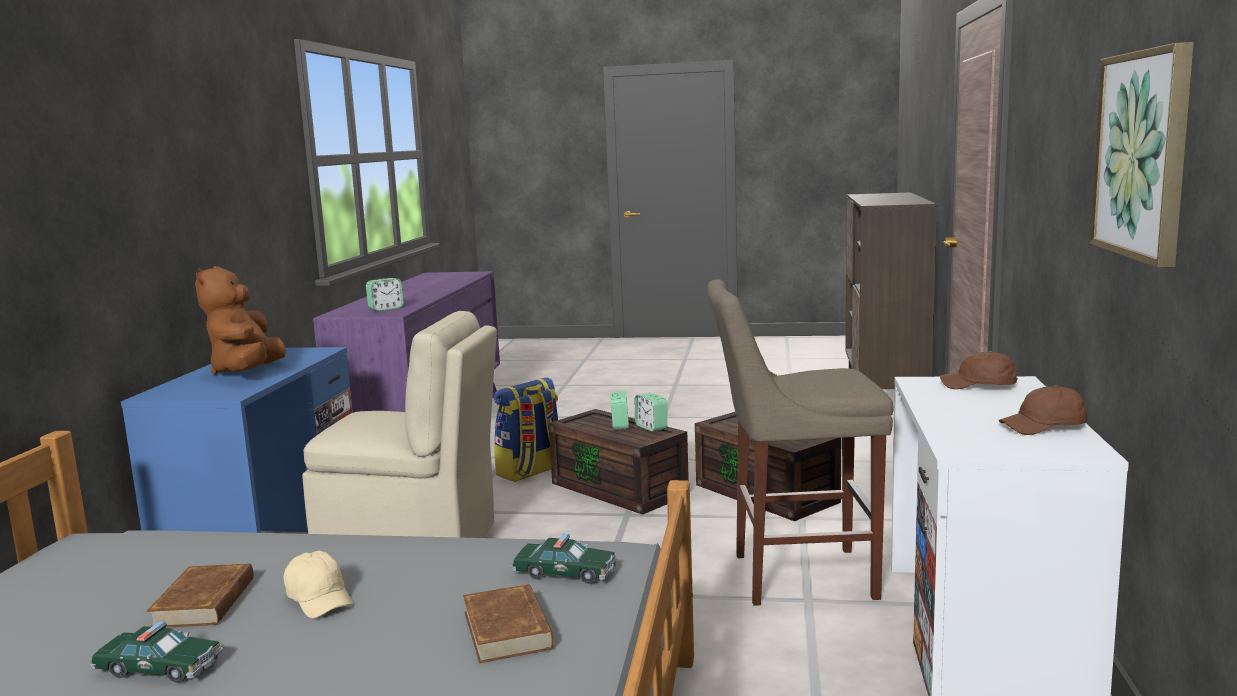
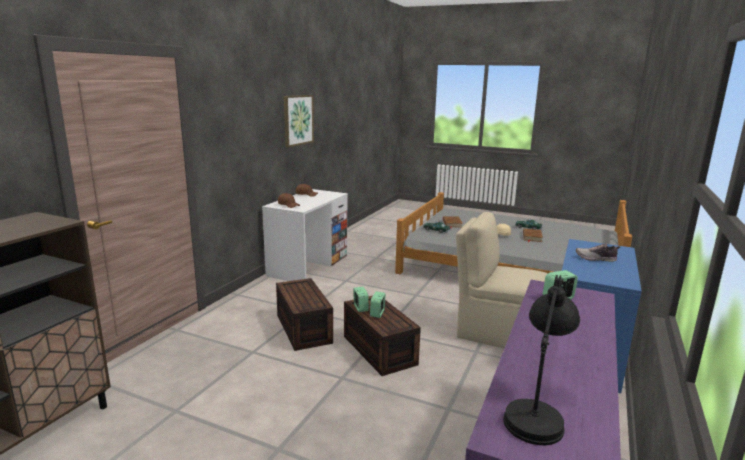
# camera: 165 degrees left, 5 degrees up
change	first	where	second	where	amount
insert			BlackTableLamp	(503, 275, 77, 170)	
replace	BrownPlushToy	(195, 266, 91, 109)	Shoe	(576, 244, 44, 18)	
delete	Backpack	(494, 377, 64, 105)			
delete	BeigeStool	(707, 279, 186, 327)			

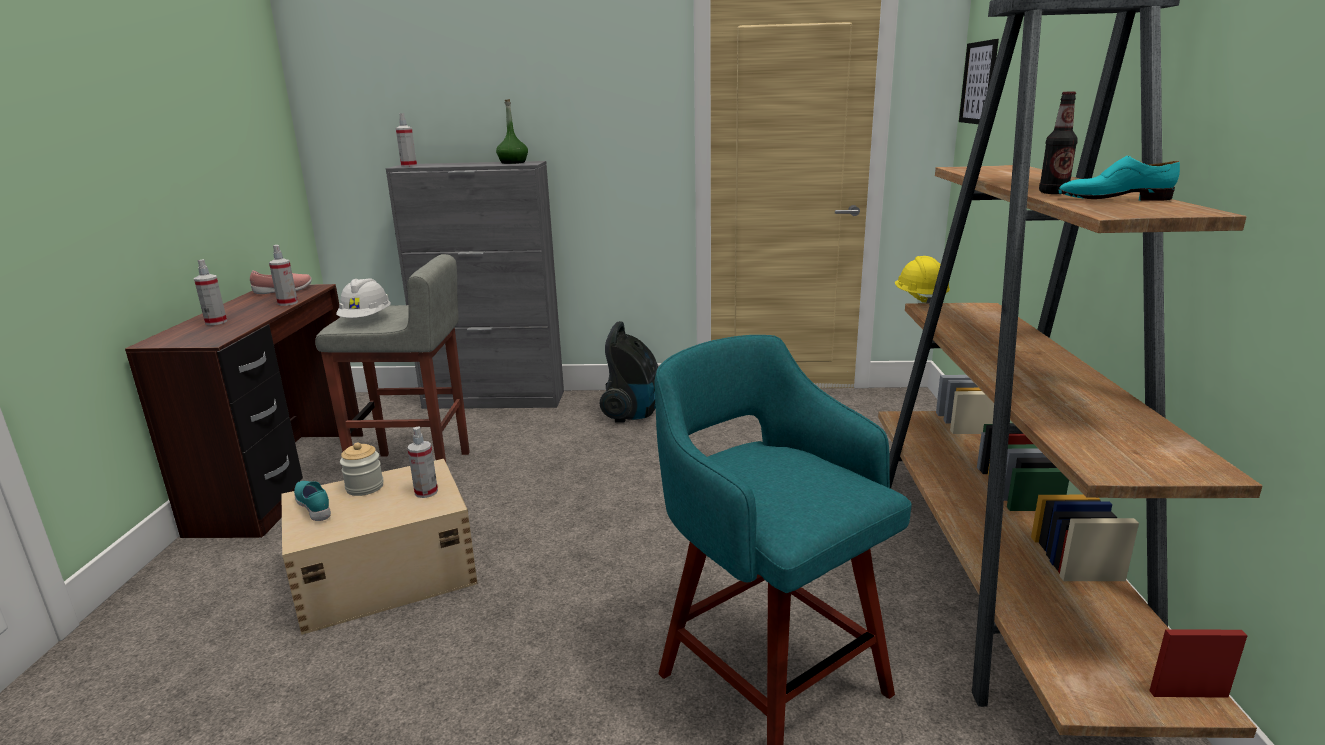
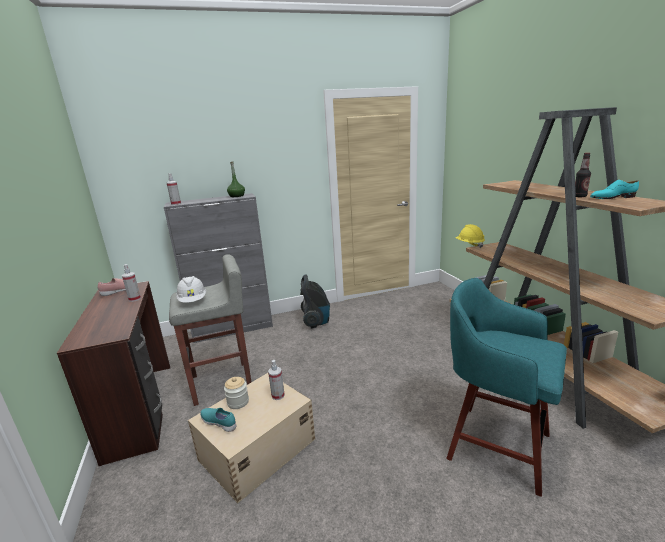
# camera: 20 degrees left, 0 degrees up
change	first	where	second	where	amount
delete	SprayBottle	(194, 259, 33, 66)			
delete	Picture	(959, 39, 40, 85)			

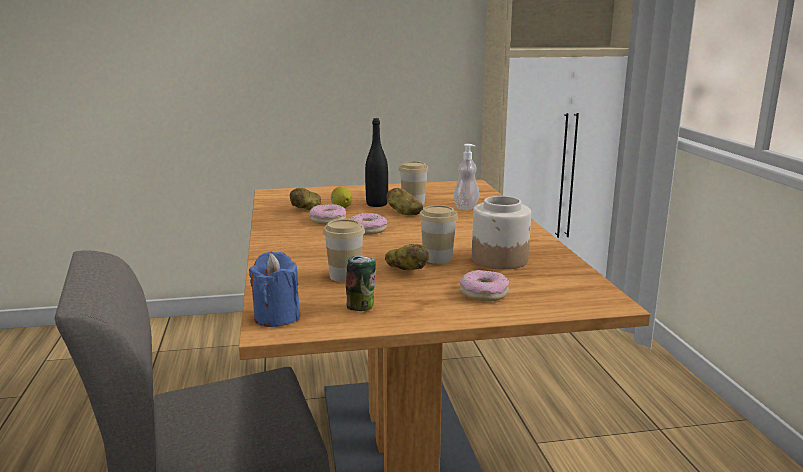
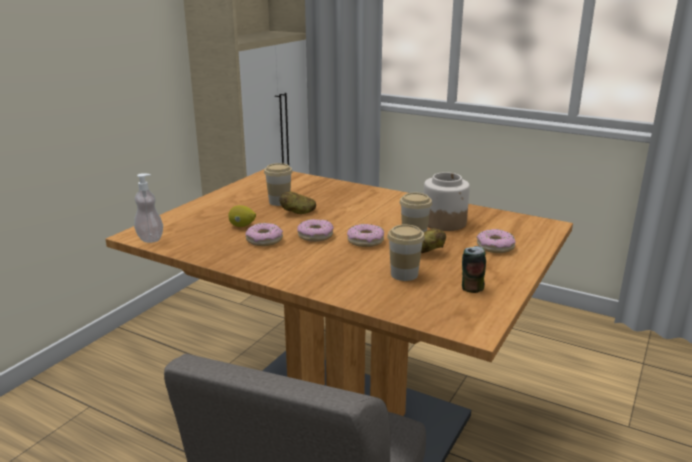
# camera: 50 degrees left, 5 degrees up
change	first	where	second	where	amount
move	SoapDispenser	(454, 144, 25, 66)		(134, 173, 29, 70)	
insert			Donut	(347, 224, 37, 23)	
delete	BlueCandle	(249, 252, 51, 75)			
delete	Potato	(290, 188, 31, 22)			
delete	BlackBottle	(365, 118, 23, 89)			

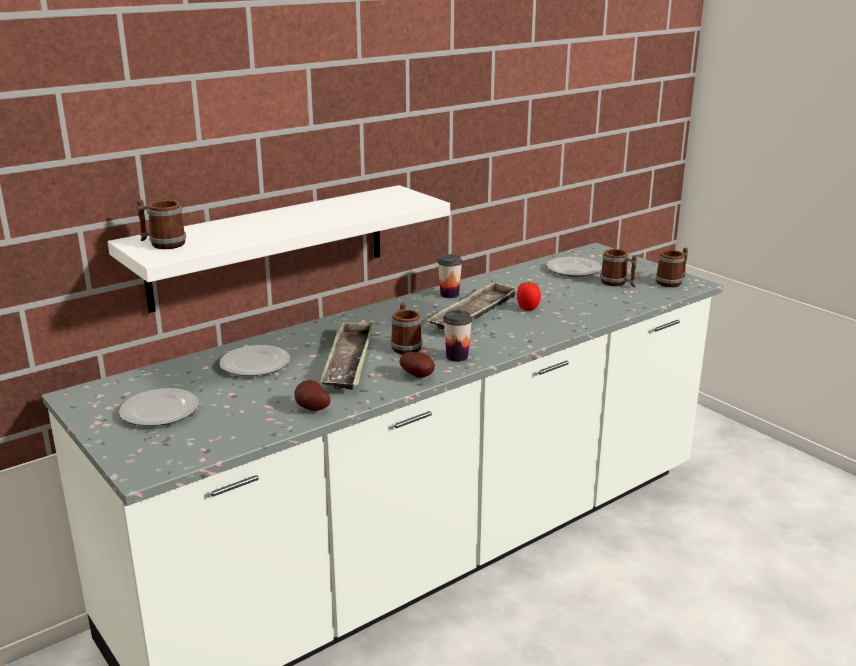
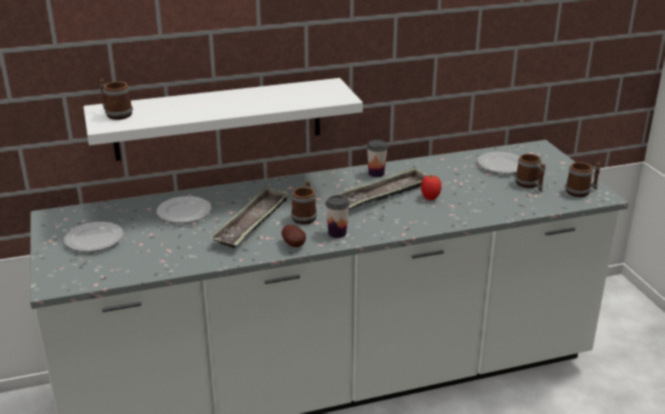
# camera: 20 degrees right, 5 degrees up
change	first	where	second	where	amount
delete	Potato	(295, 380, 36, 31)			

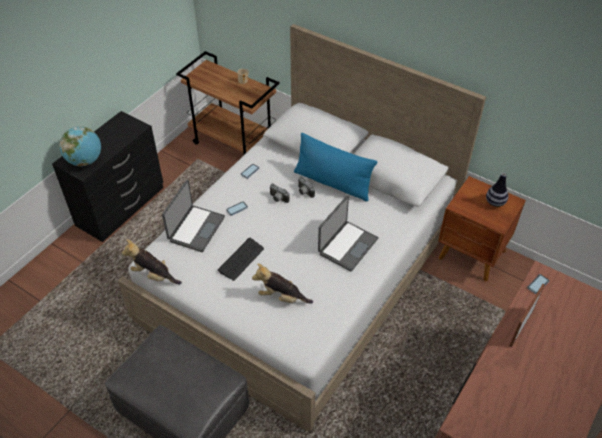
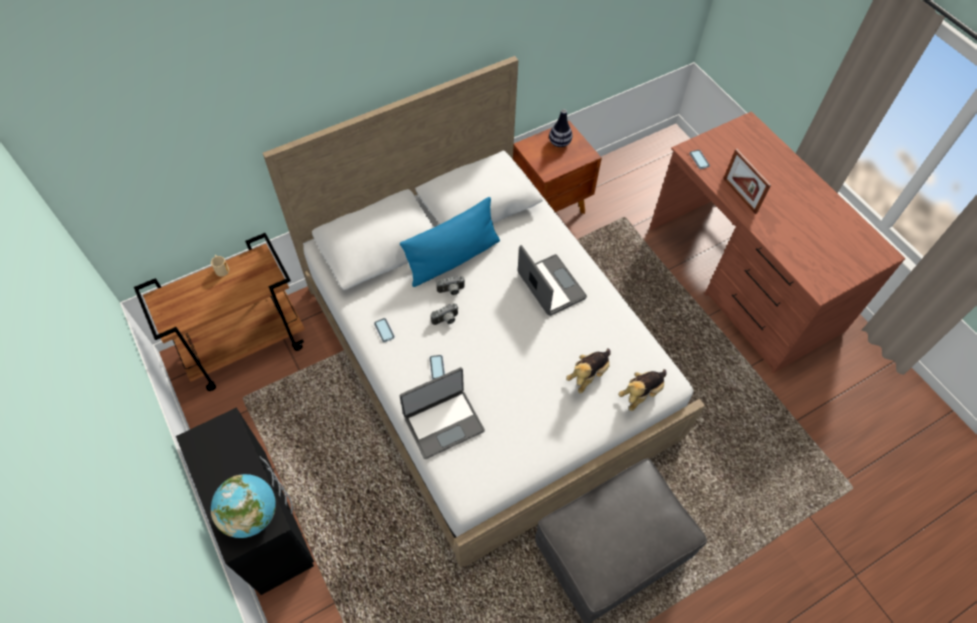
# camera: 65 degrees left, 10 degrees up
change	first	where	second	where	amount
rotate	Laptop	(162, 180, 63, 72)		(400, 367, 85, 92)	105 degrees clockwise
move	PlushToy	(122, 239, 60, 45)		(618, 369, 49, 42)	
delete	Keyboard	(218, 238, 46, 43)			

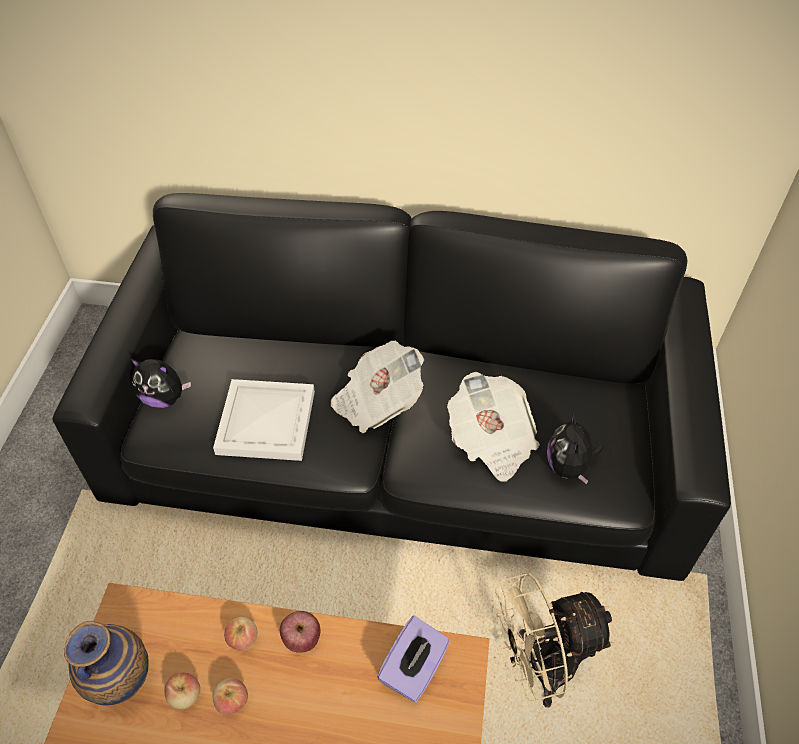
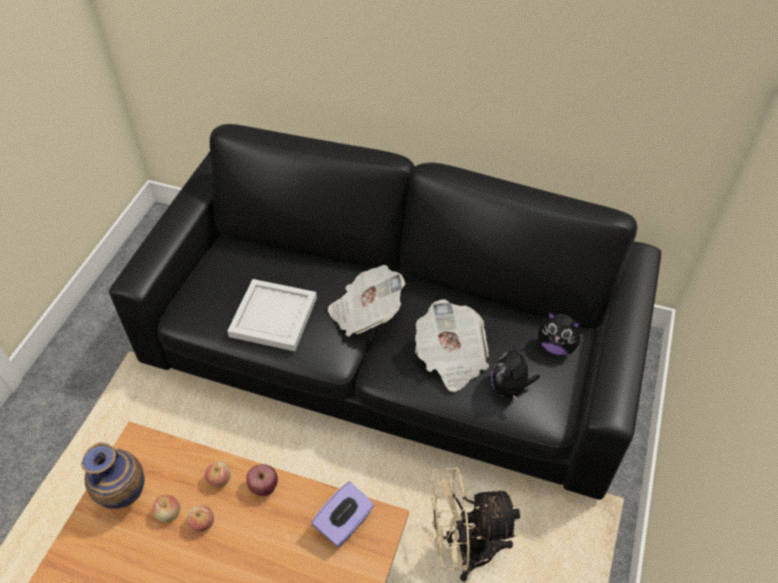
# camera: 10 degrees right, 0 degrees up
change	first	where	second	where	amount
move	PlushToy	(130, 358, 61, 50)		(538, 312, 48, 43)	

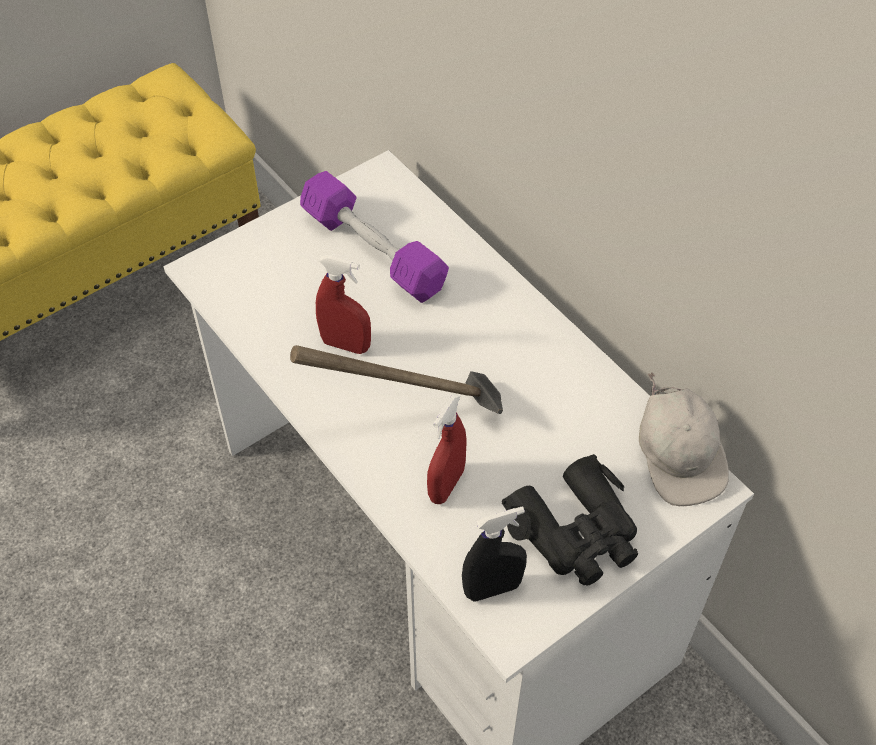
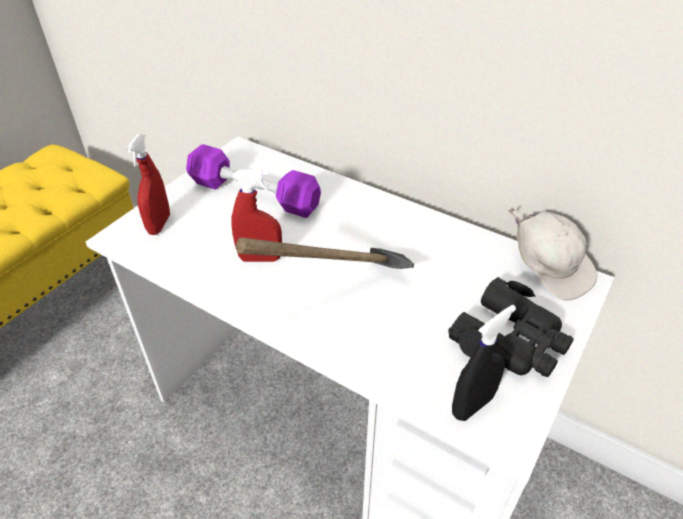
# camera: 20 degrees left, 10 degrees down
change	first	where	second	where	amount
move	RedSprayBottle	(427, 393, 40, 111)		(126, 134, 44, 101)	

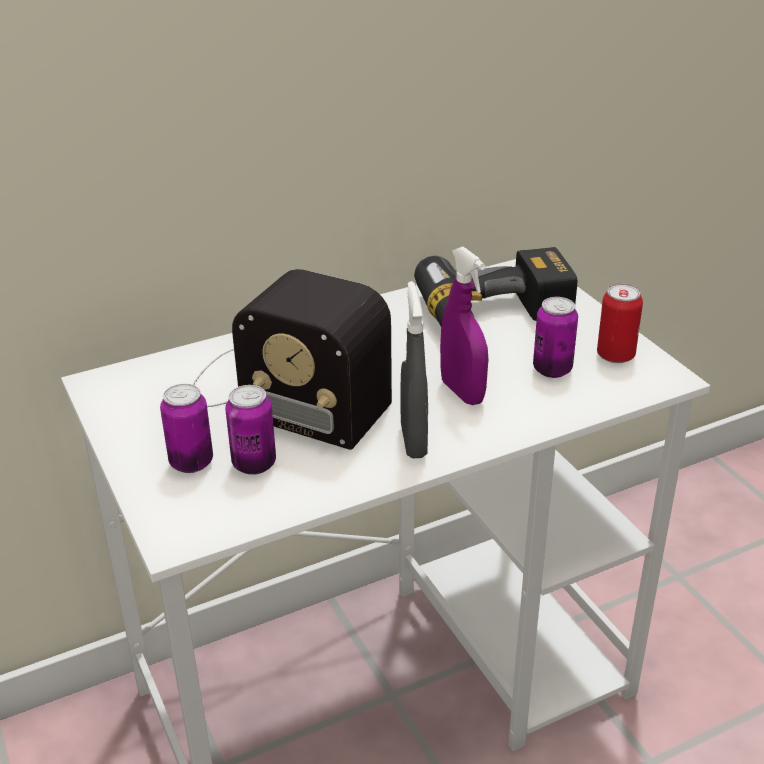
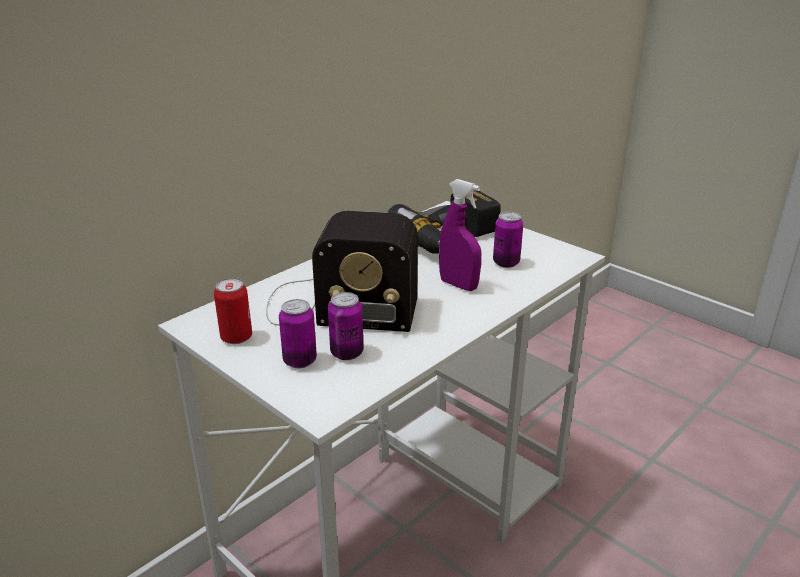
# camera: 20 degrees left, 5 degrees down
change	first	where	second	where	amount
move	Can	(597, 284, 46, 79)		(214, 278, 38, 66)	
delete	GreySprayBottle	(400, 281, 28, 177)			

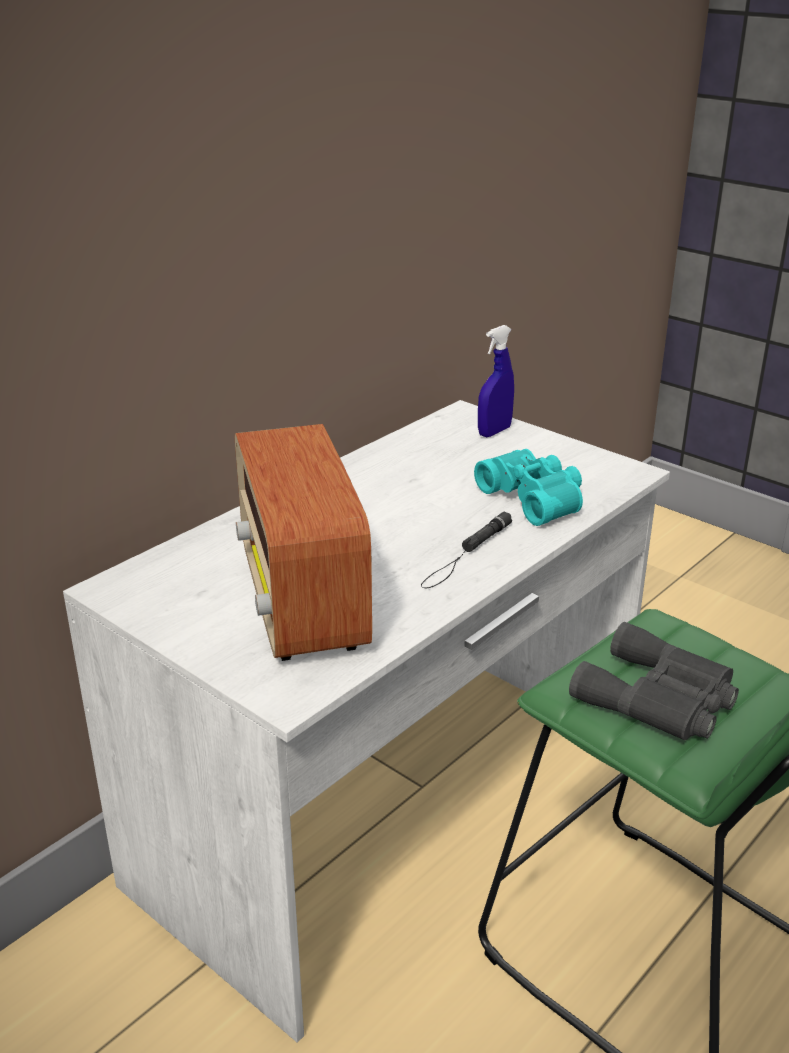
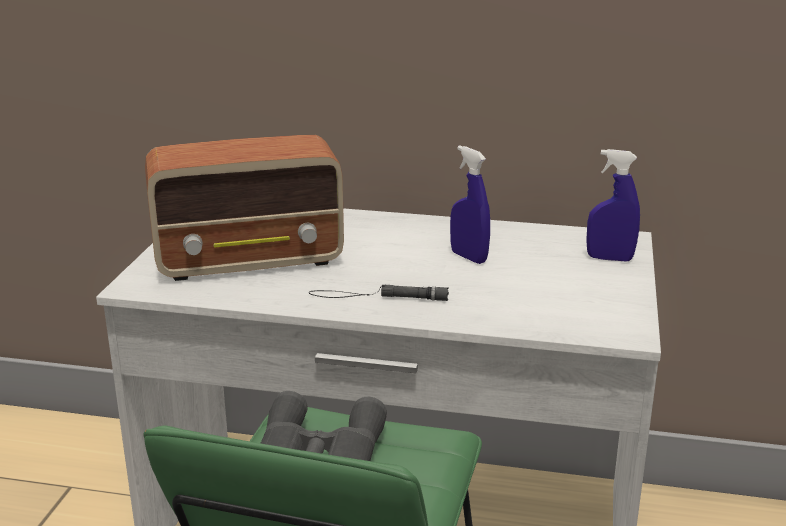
# camera: 60 degrees right, 5 degrees down
change	first	where	second	where	amount
rotate	Radio	(235, 424, 137, 237)		(145, 135, 199, 146)	150 degrees counterclockwise
insert			BlueSprayBottle	(450, 146, 40, 118)	
delete	TurquoiseBinoculars	(474, 449, 109, 77)			

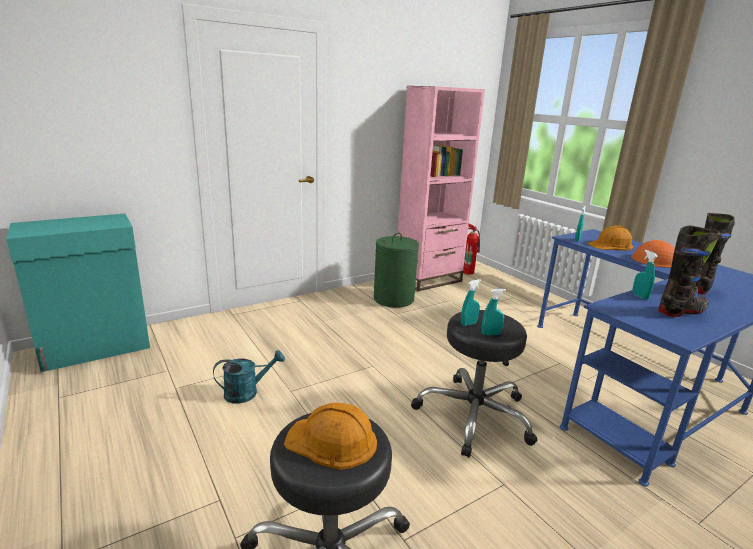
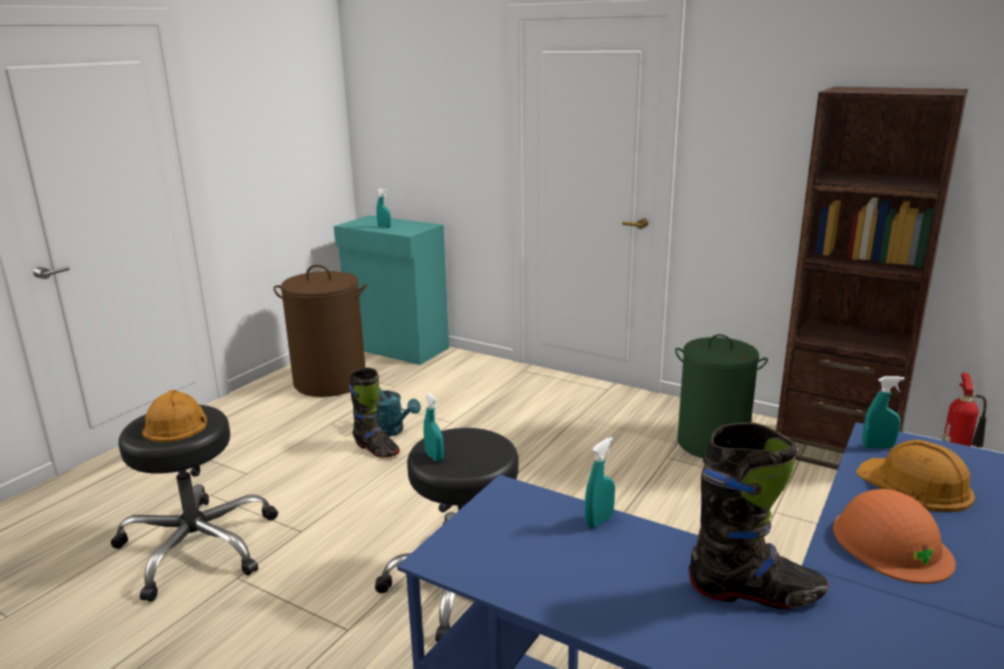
# camera: 65 degrees right, 0 degrees up
change	first	where	second	where	amount
insert			BrownLaundryBasket	(273, 265, 95, 132)	
move	BlackBoot	(658, 225, 62, 92)		(349, 367, 51, 91)	
move	TurquoiseSprayBottle	(461, 279, 20, 47)		(376, 188, 15, 40)	
recolor	PinkBookcase	(398, 86, 87, 205)	BrownBookcase	(776, 87, 192, 383)	

